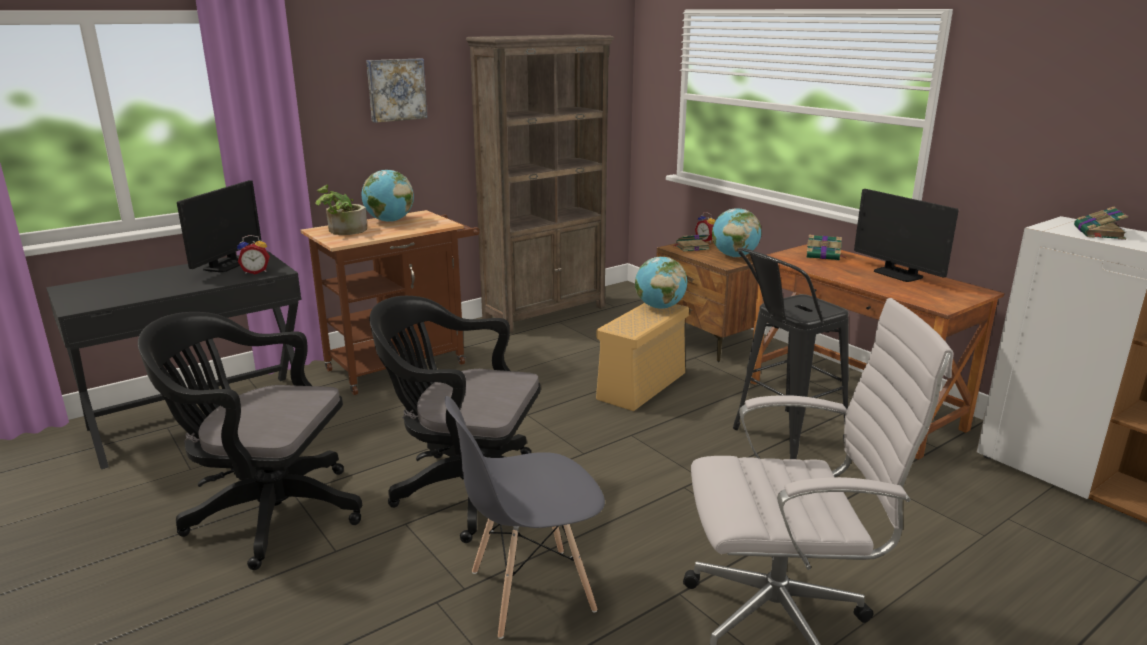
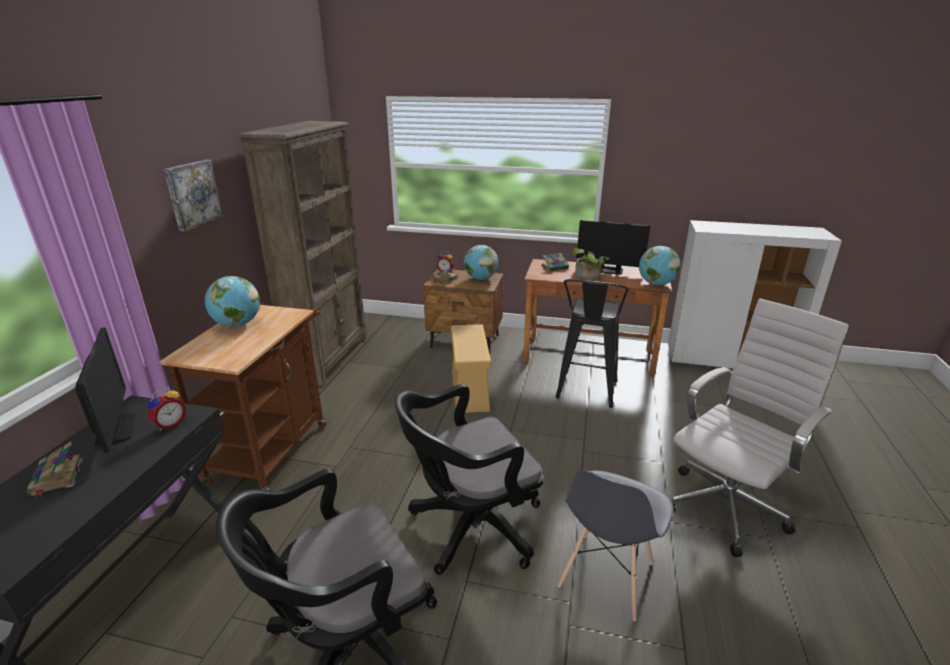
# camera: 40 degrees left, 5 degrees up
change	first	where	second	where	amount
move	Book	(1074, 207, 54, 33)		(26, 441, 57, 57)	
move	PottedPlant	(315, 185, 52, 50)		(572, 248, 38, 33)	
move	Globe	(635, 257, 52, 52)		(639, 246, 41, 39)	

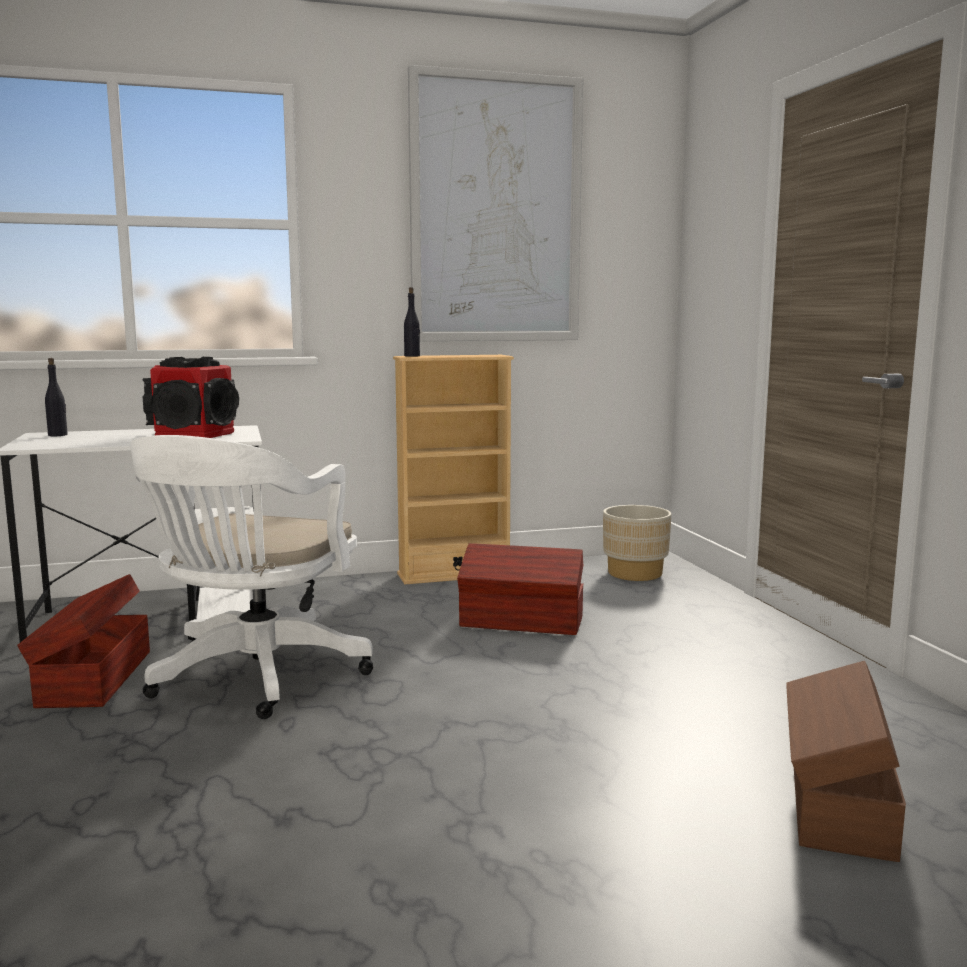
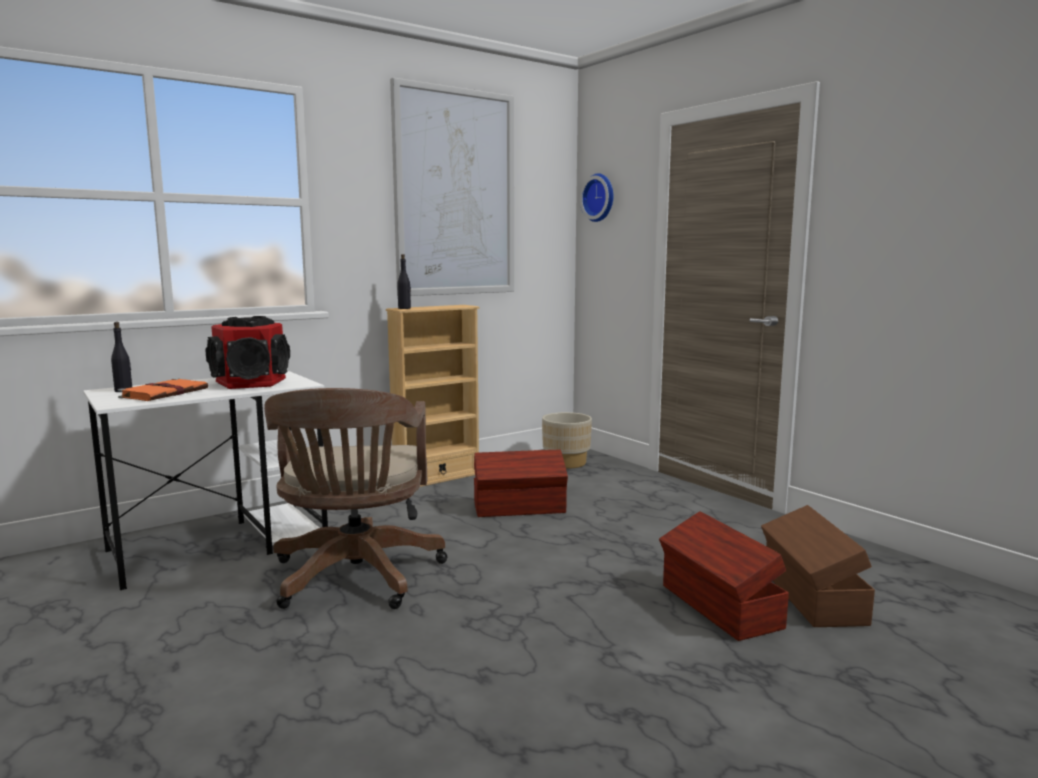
# camera: 20 degrees left, 0 degrees up
change	first	where	second	where	amount
insert			OrangeBook	(118, 378, 90, 23)	
recolor	WhiteOfficeChair	(130, 435, 243, 284)	BrownOfficeChair	(264, 388, 184, 221)	
insert			WallClock	(580, 173, 33, 49)	
move	BrownStorageBox	(17, 574, 133, 134)		(659, 511, 130, 130)	

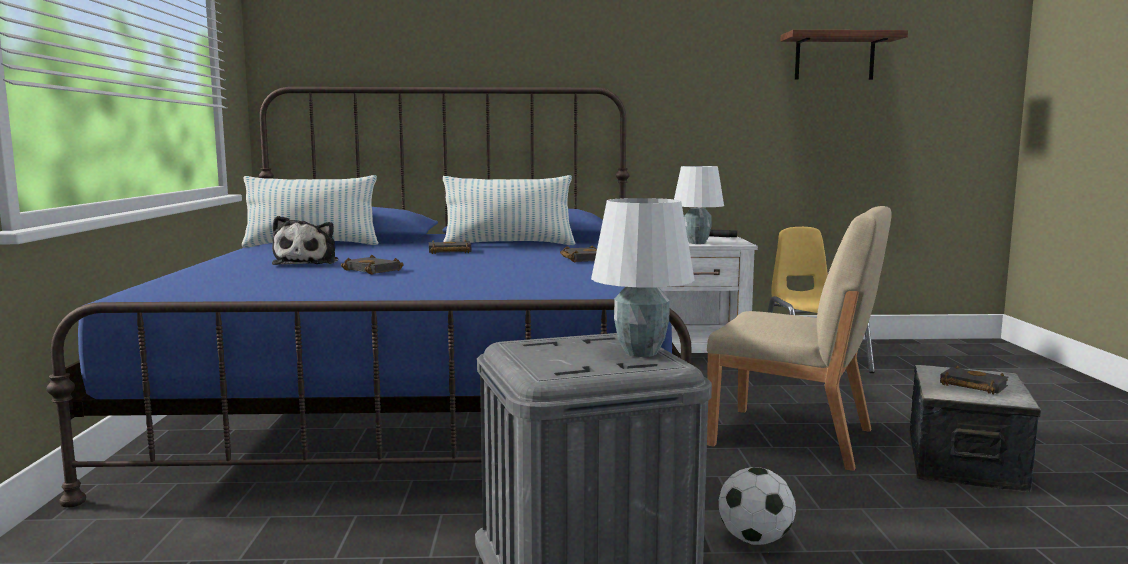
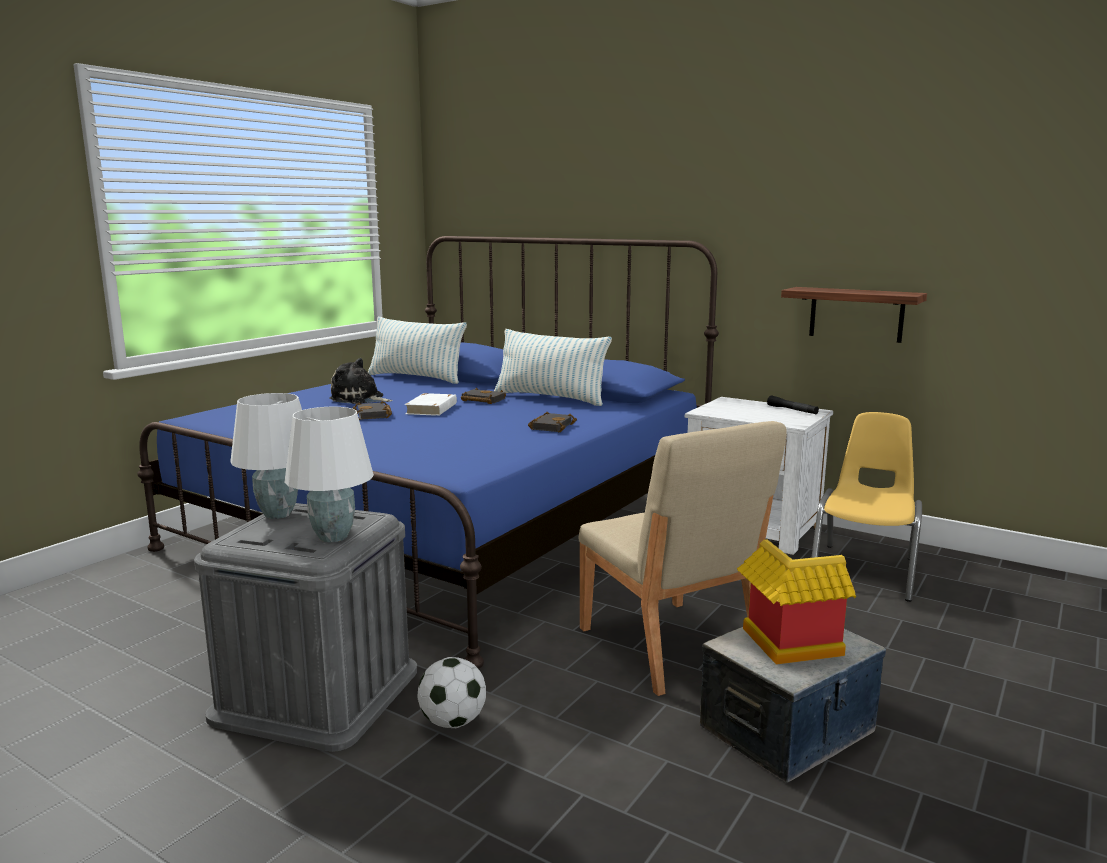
# camera: 35 degrees right, 5 degrees up
change	first	where	second	where	amount
move	WhiteTableLamp	(674, 166, 50, 78)		(230, 393, 72, 126)	
rotate	PlushToy	(272, 216, 66, 49)		(329, 358, 64, 46)	75 degrees clockwise
insert			WhiteBook	(405, 393, 52, 23)	
replace	BlackBook	(940, 365, 69, 29)	ToyHouse	(737, 539, 119, 126)	
move	Shelf	(780, 30, 128, 50)		(781, 287, 146, 56)	

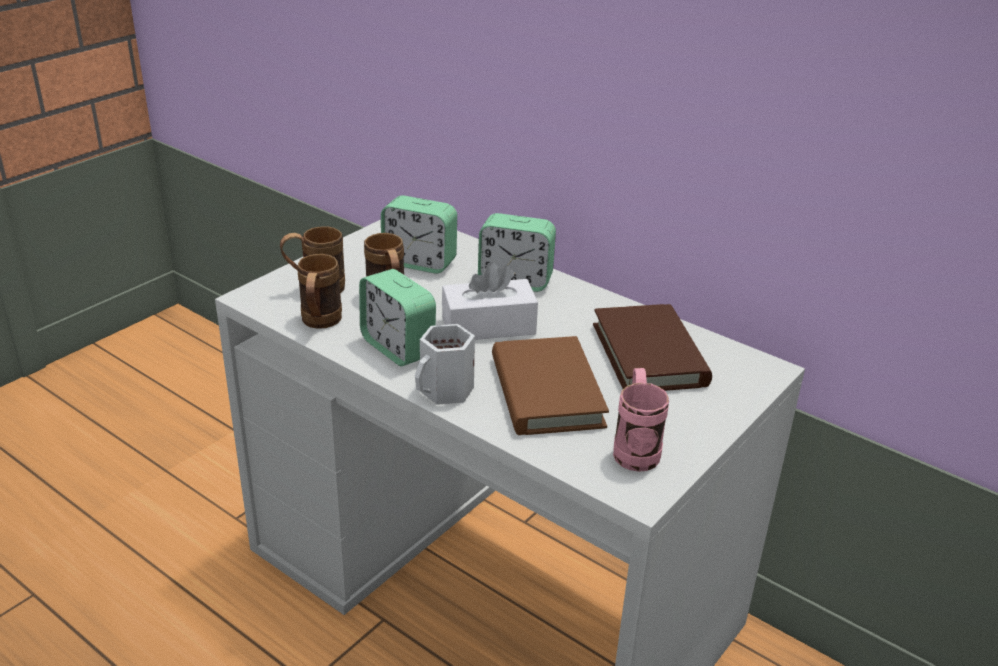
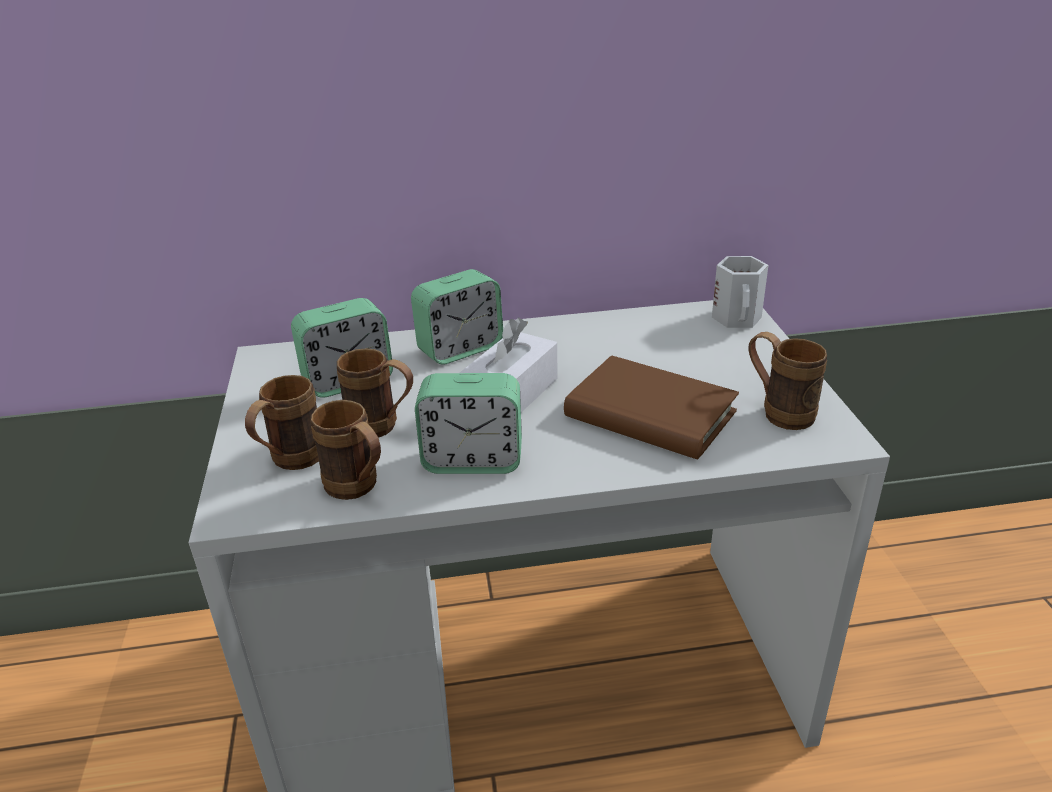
# camera: 45 degrees left, 0 degrees up
change	first	where	second	where	amount
move	WhiteMug	(415, 324, 60, 81)		(712, 256, 56, 72)	
recolor	PinkMug	(613, 368, 56, 104)	BrownMug	(748, 332, 79, 98)	
delete	BrownBook	(593, 304, 119, 87)			

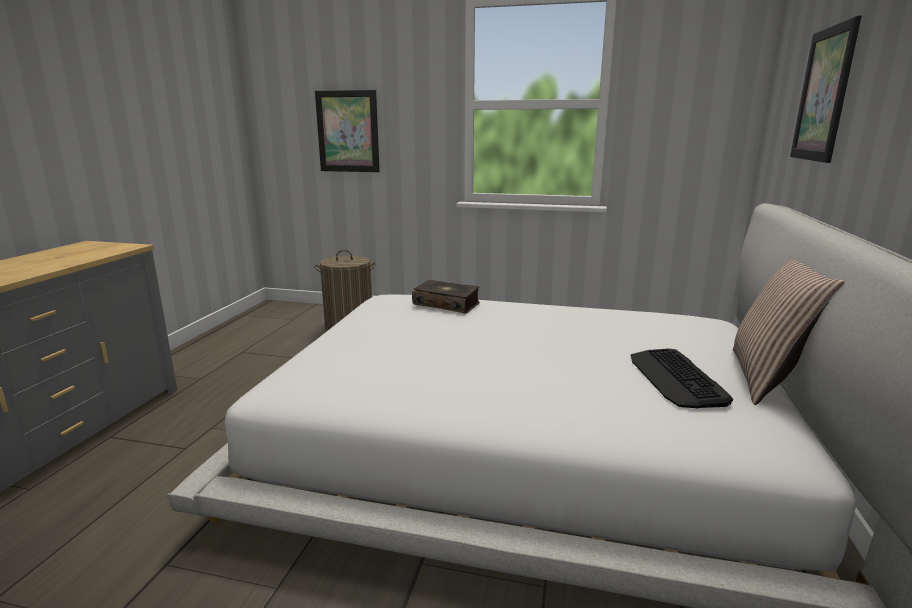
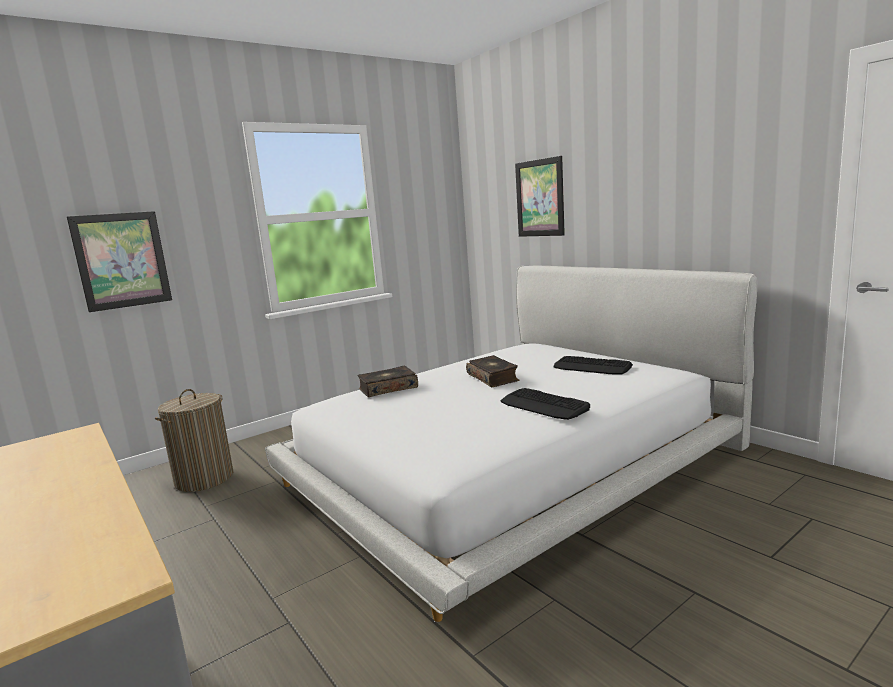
# camera: 50 degrees left, 5 degrees down
change	first	where	second	where	amount
insert			Book	(466, 355, 53, 32)	
insert			Keyboard	(500, 388, 90, 32)	
delete	Pillow	(733, 259, 112, 146)			

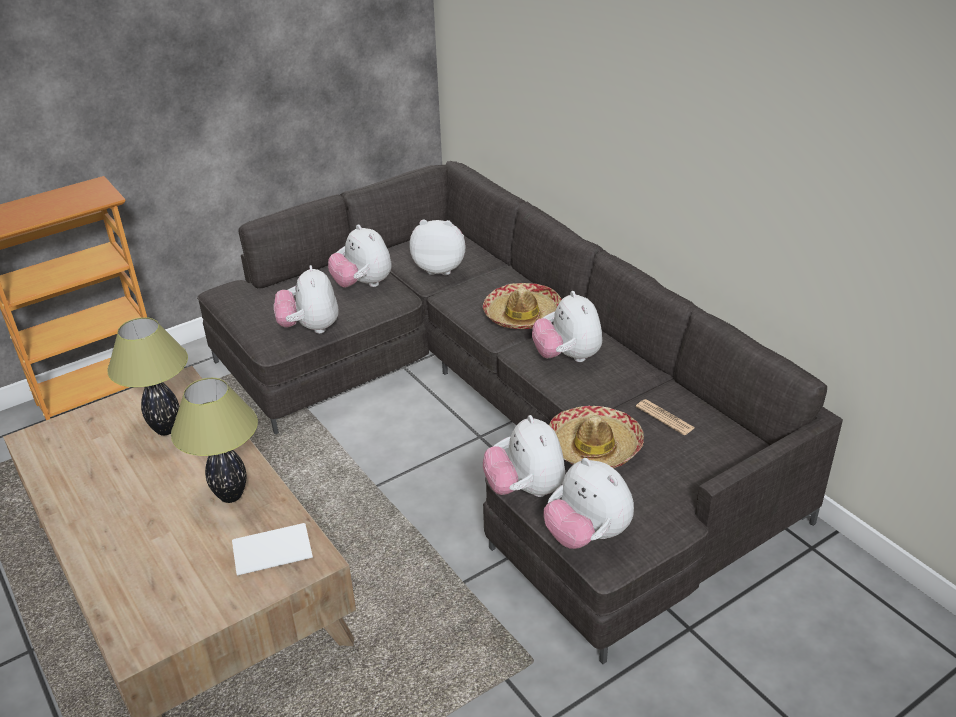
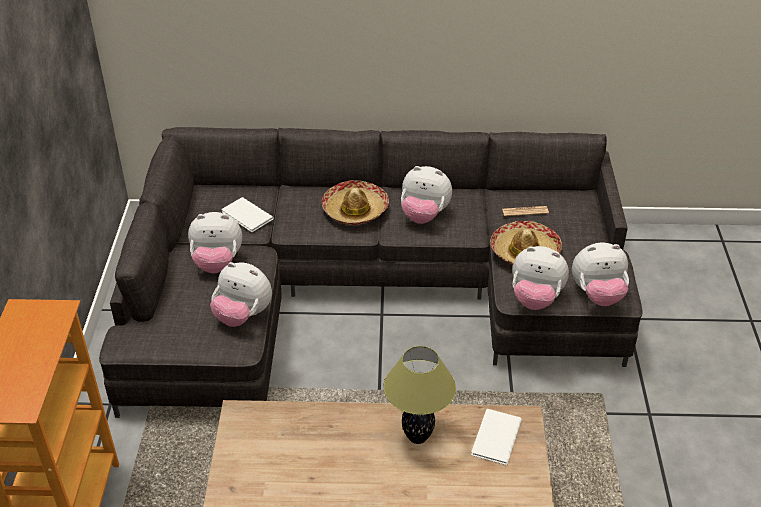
# camera: 55 degrees left, 5 degrees up
change	first	where	second	where	amount
replace	PlushToy	(409, 220, 57, 55)	WhiteBook	(222, 197, 52, 35)	
delete	TableLamp	(107, 317, 81, 119)			

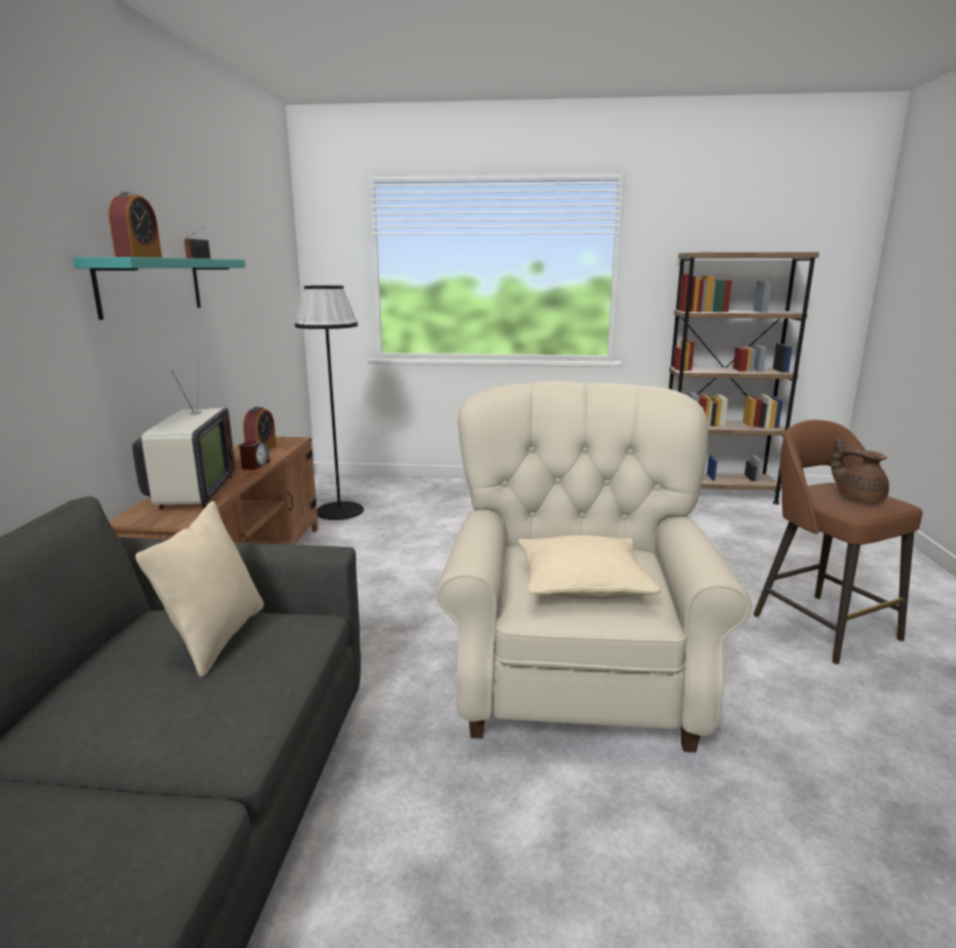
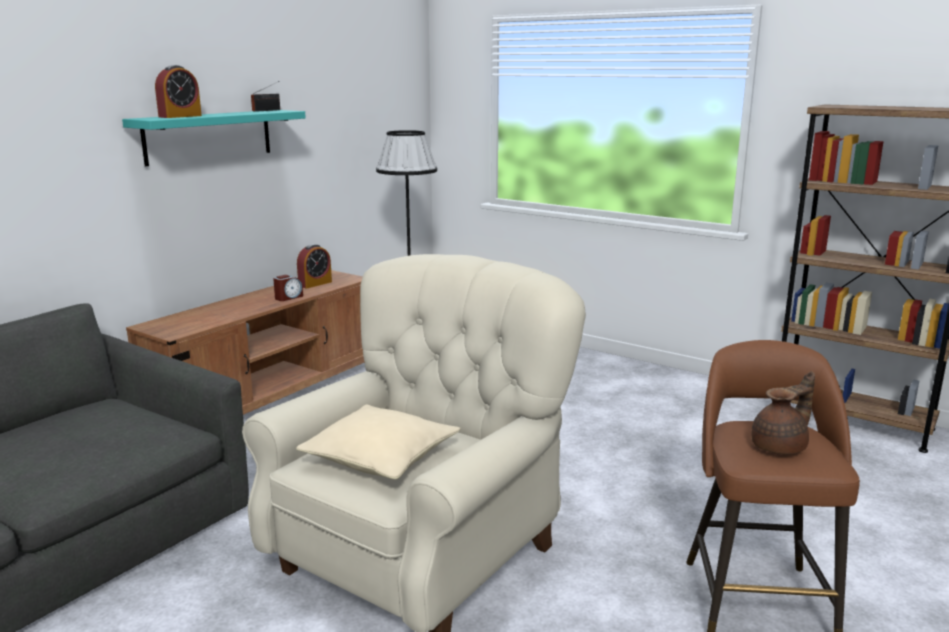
# camera: 30 degrees right, 0 degrees up
change	first	where	second	where	amount
rotate	BrownTeapot	(831, 437, 58, 65)		(751, 371, 64, 83)	75 degrees clockwise
delete	Television	(132, 355, 103, 155)			
delete	BeigePillow	(135, 501, 129, 177)			

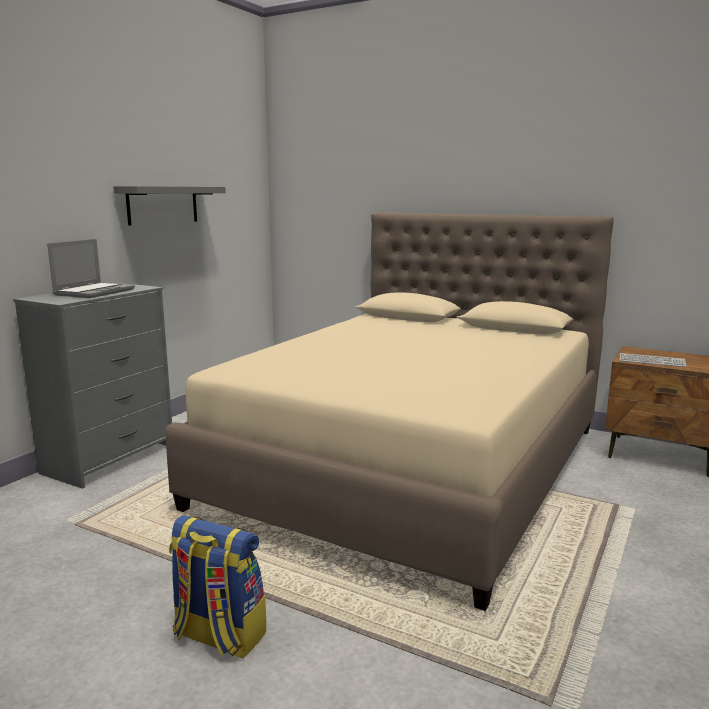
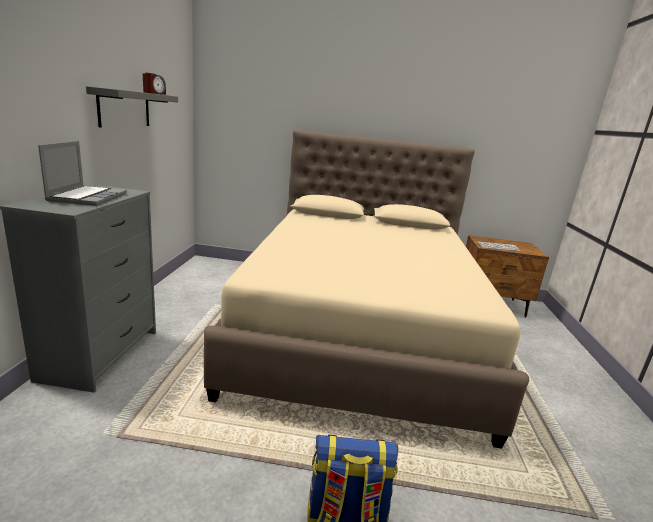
# camera: 25 degrees left, 5 degrees up
change	first	where	second	where	amount
insert			AlarmClock	(143, 73, 23, 22)	

